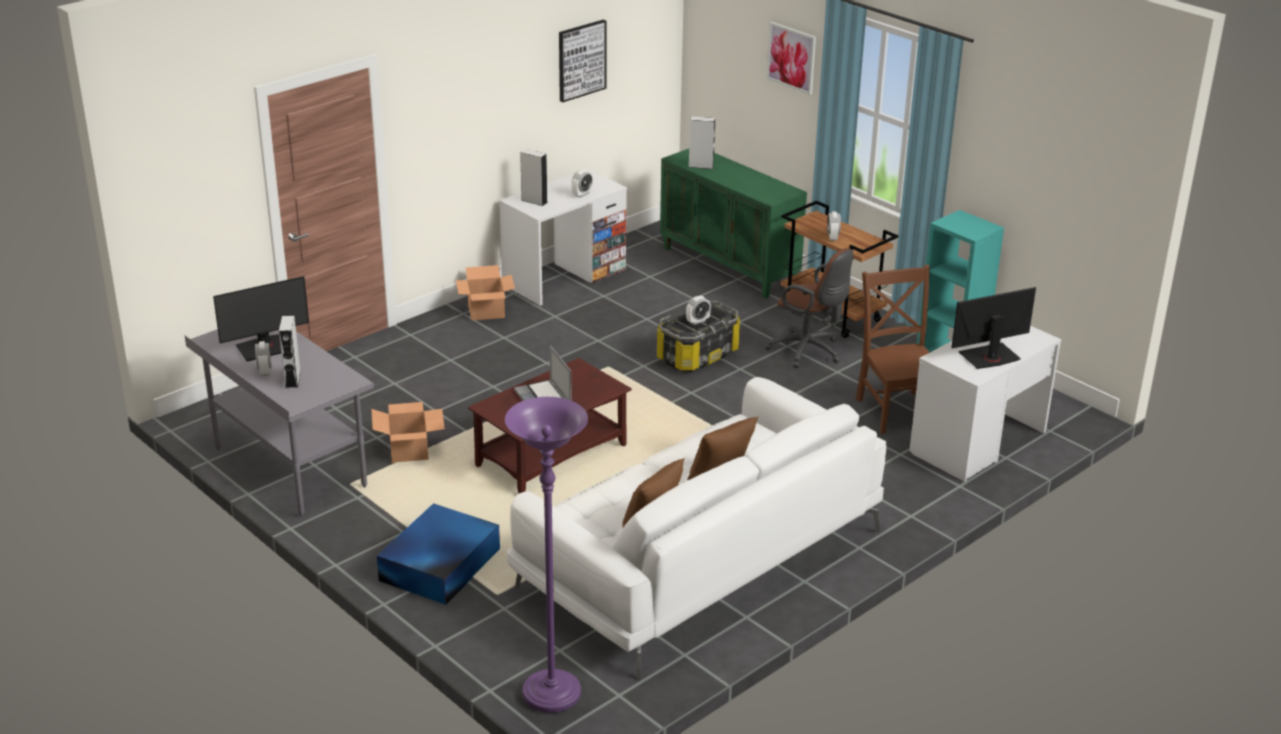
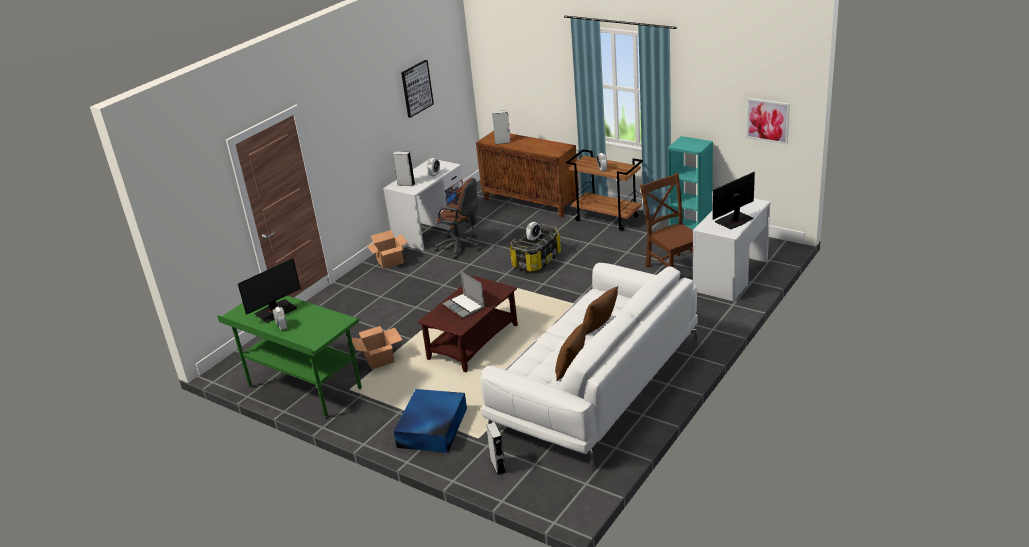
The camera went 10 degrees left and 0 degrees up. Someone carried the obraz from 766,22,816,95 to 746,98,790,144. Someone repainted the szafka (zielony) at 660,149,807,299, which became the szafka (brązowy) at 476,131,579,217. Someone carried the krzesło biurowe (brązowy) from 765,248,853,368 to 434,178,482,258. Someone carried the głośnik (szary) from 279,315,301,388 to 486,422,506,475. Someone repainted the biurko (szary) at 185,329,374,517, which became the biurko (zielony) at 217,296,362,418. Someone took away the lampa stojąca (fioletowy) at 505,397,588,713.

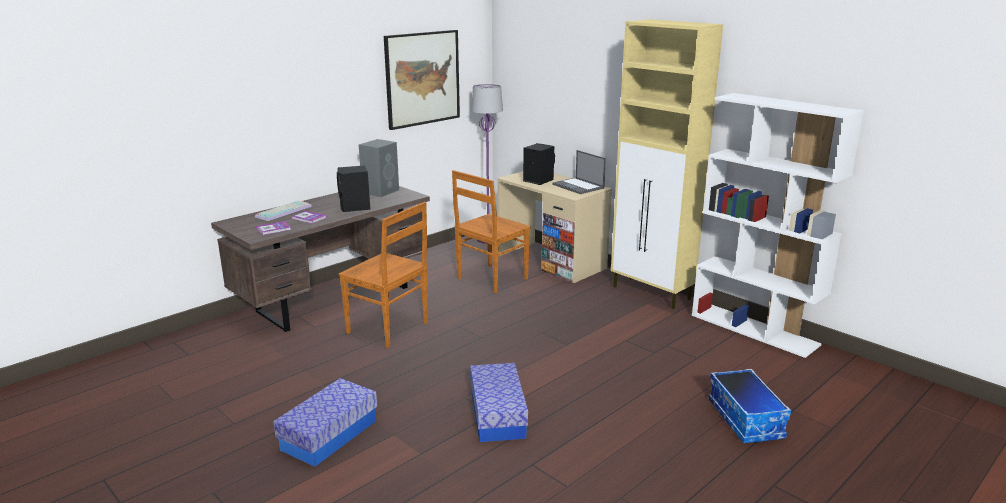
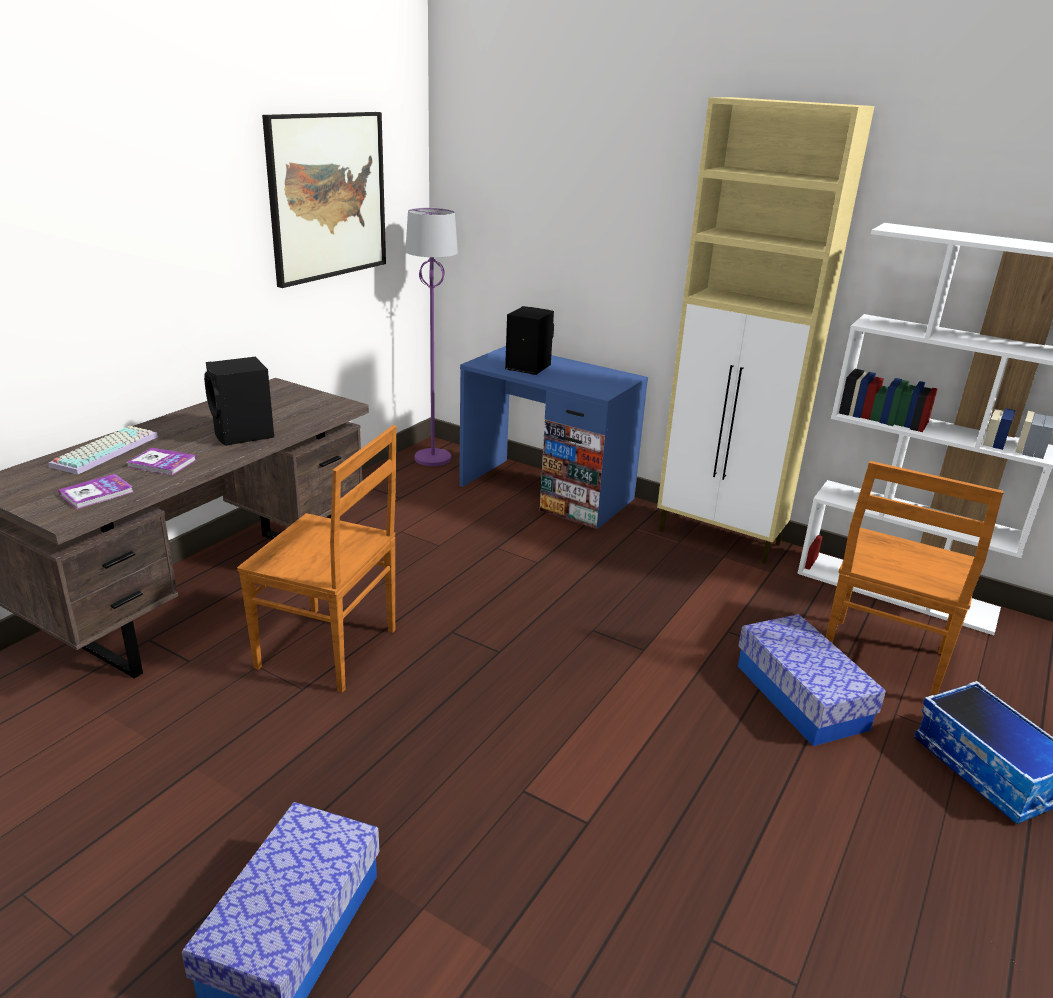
The camera went 15 degrees left and 5 degrees up. Someone took away the głośnik (szary) at 359,139,399,197. Someone took away the laptop at 552,150,606,194. Someone carried the krzesło (brązowy) from 452,170,531,294 to 826,461,1004,696. Someone repainted the biurko (beżowy) at 497,171,612,283, which became the biurko (niebieski) at 459,346,648,529. Someone carried the pojemnik do przechowywania from 470,363,528,442 to 738,614,886,746.

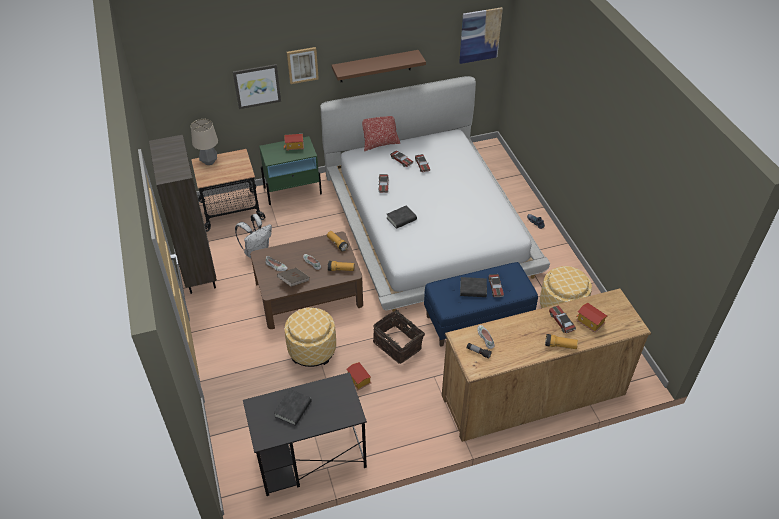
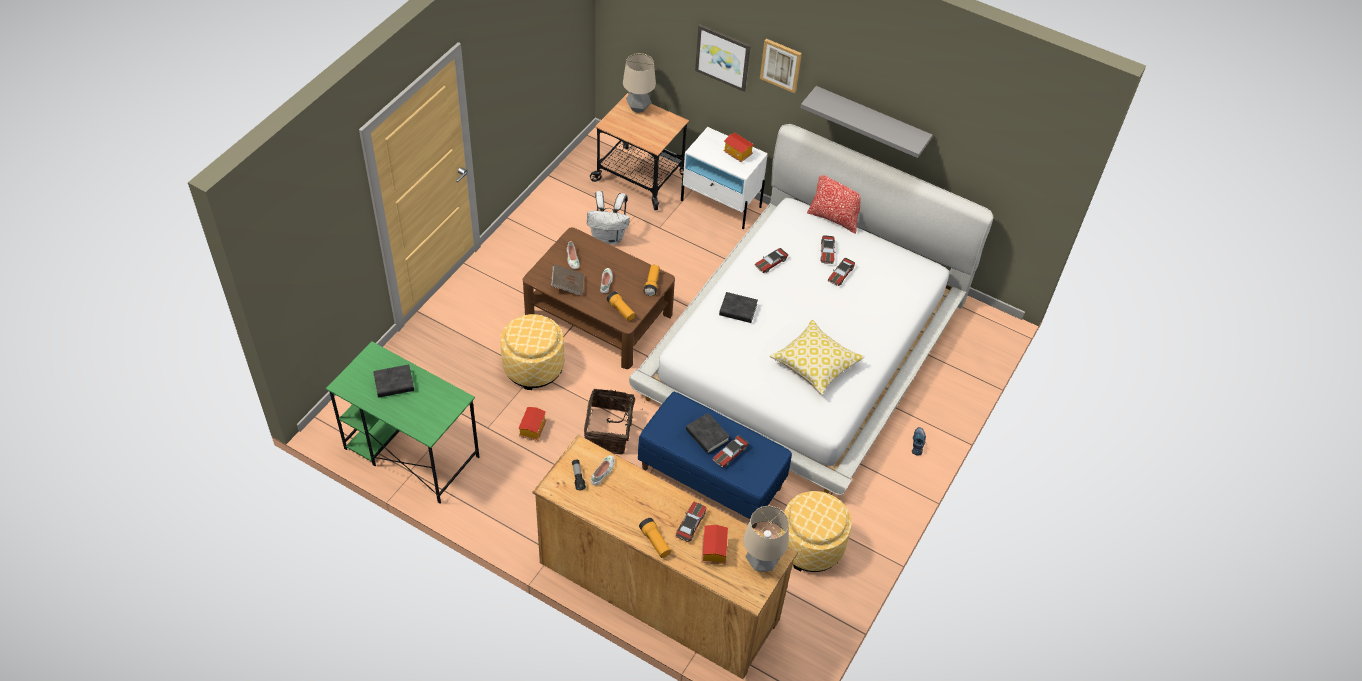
The camera went 45 degrees right and 5 degrees up. Someone took away the obraz at 459,7,503,64. Someone repainted the półka (brązowy) at 332,50,426,82, which became the półka (szary) at 801,86,932,158. Someone took away the regał (brązowy) at 149,135,217,294. Someone repainted the szafka nocna (zielony) at 259,136,322,205, which became the szafka nocna (biały) at 681,127,768,229. Someone repainted the biurko (czarny) at 243,372,367,496, which became the biurko (zielony) at 326,342,480,504. Someone put down the poduszka at 770,320,865,395. Someone put down the lampa stołowa at 743,506,789,572.

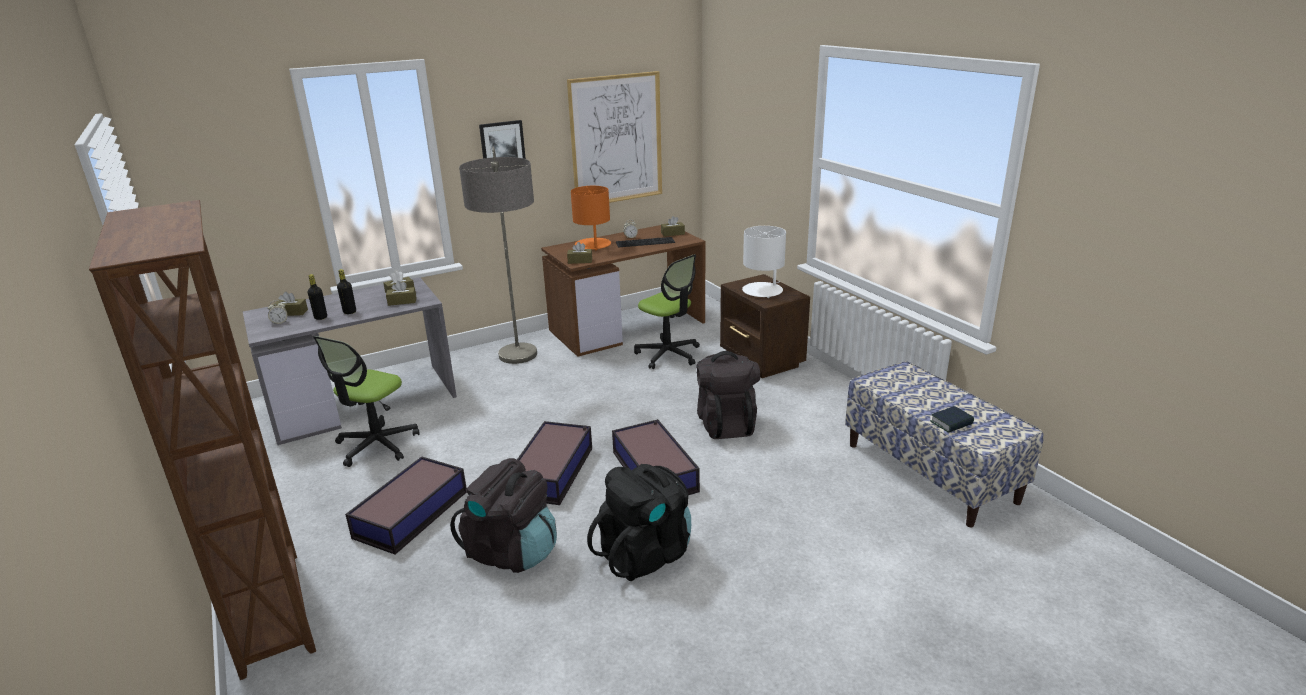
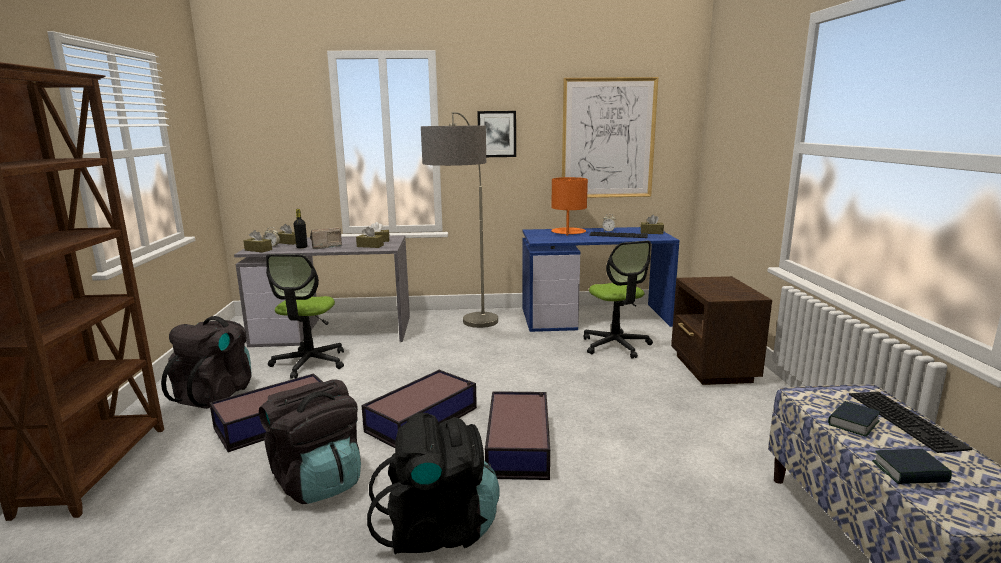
The camera went 25 degrees right and 10 degrees down. Someone repainted the biurko (brązowy) at 541,225,705,357, which became the biurko (niebieski) at 523,227,679,332. Someone took away the lampa stołowa (biały) at 742,226,786,298. Someone carried the pudełko chusteczek (brązowy) from 567,242,592,264 to 243,230,272,252. Someone swapped the butelka (czarny) at 337,269,356,314 for the radio at 310,228,343,249. Someone rotated the krzesło biurowe at 313,336,420,467 by 45 degrees counterclockwise. Someone carried the plecak (czarny) from 696,351,760,439 to 161,316,252,409. Someone put down the klawiatura at 849,391,972,453. Someone put down the książka at 828,401,880,437.

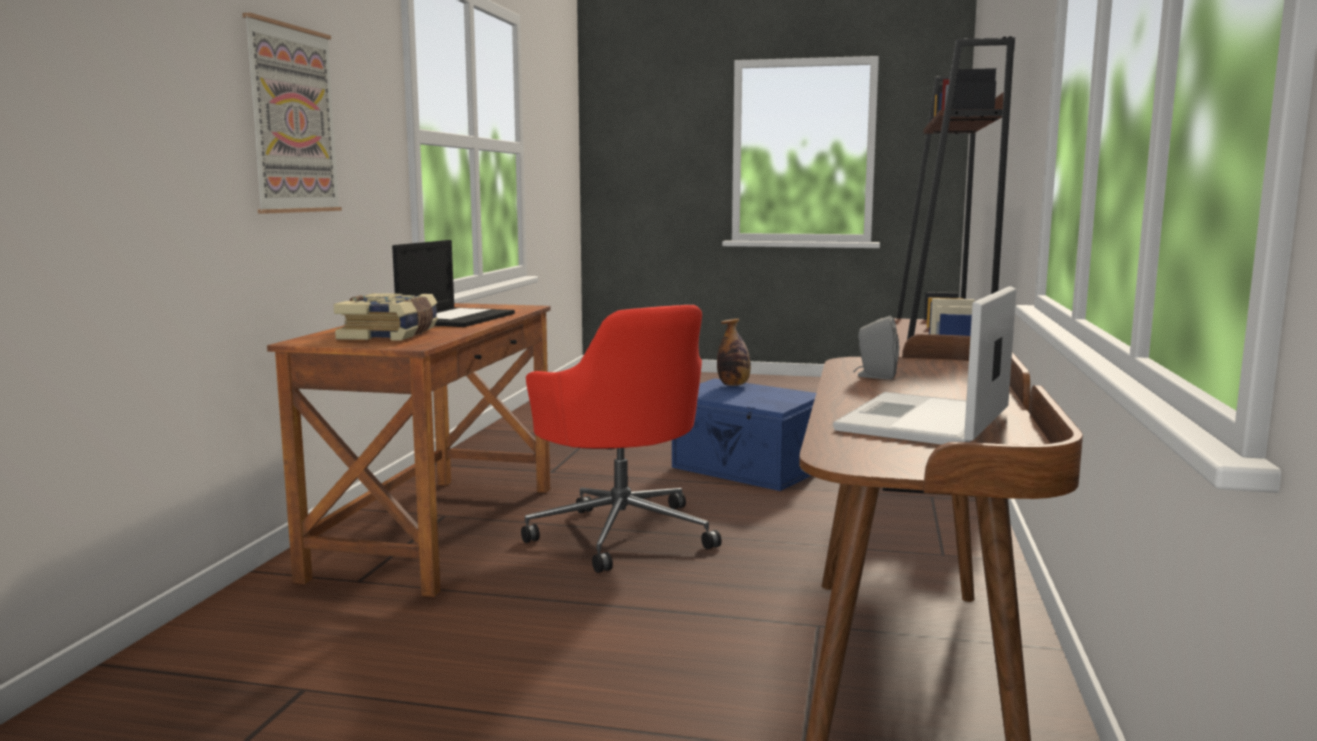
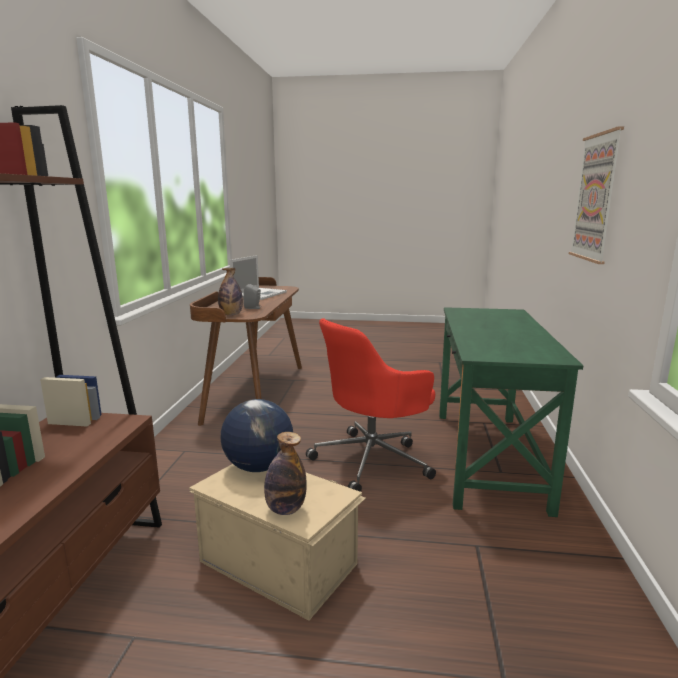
The camera went 175 degrees right and 5 degrees up. Someone took away the laptop at 392,240,515,327. Someone took away the książka at 334,293,438,341. Someone repainted the biurko (brązowy) at 267,303,550,597, which became the biurko (zielony) at 439,307,583,517. Someone rotated the krzesło biurowe (czerwony) at 521,305,722,573 by 90 degrees counterclockwise. Someone repainted the pojemnik do przechowywania (niebieski) at 672,378,816,491, which became the pojemnik do przechowywania (beżowy) at 189,464,366,621. Someone put down the butelka at 218,268,243,315. Someone put down the globus at 221,399,293,472.

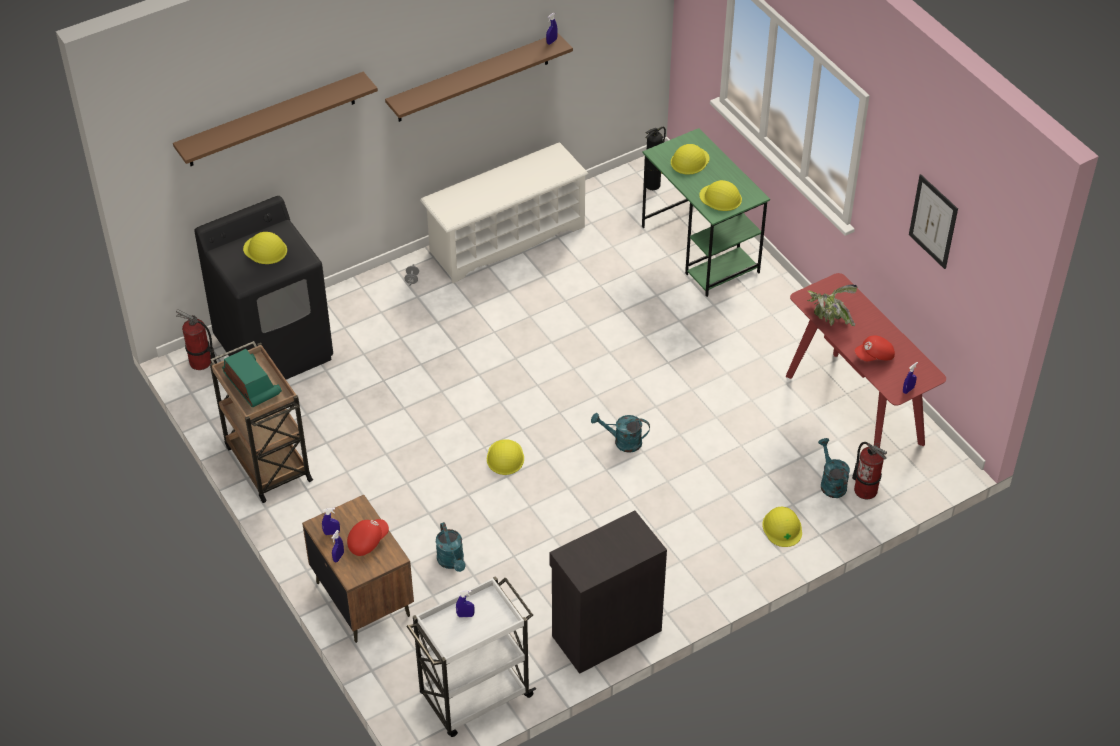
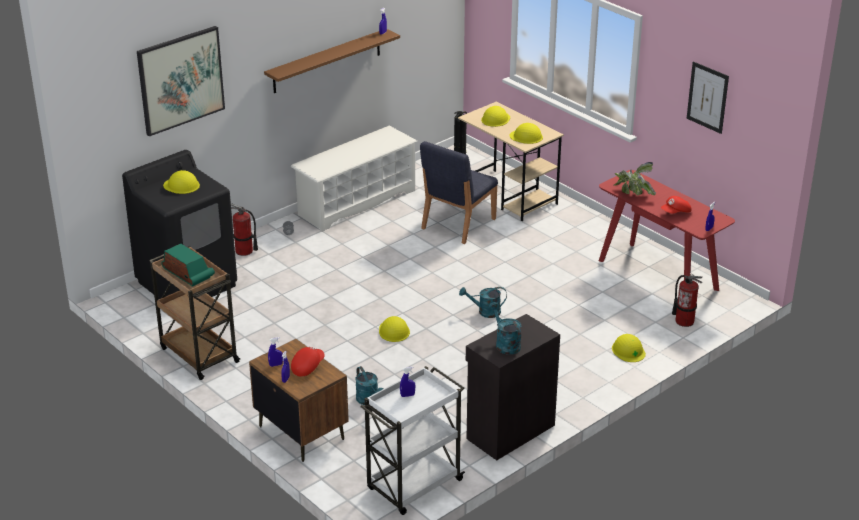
The camera went 10 degrees left and 15 degrees down. Someone swapped the półka (brązowy) at 173,72,378,166 for the obraz at 137,26,225,136. Someone repainted the biurko (zielony) at 642,128,770,297, which became the biurko (beżowy) at 458,102,564,221. Someone carried the gaśnica from 176,309,217,370 to 231,203,258,256. Someone carried the konewka (turkusowy) from 818,438,850,498 to 488,302,521,355. Someone put down the krzesło (niebieski) at 420,141,498,244.

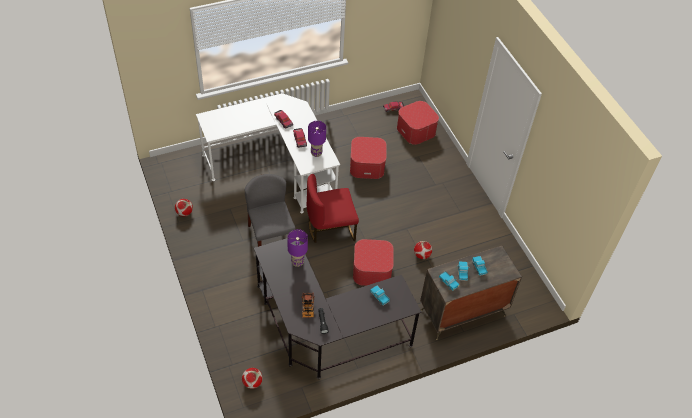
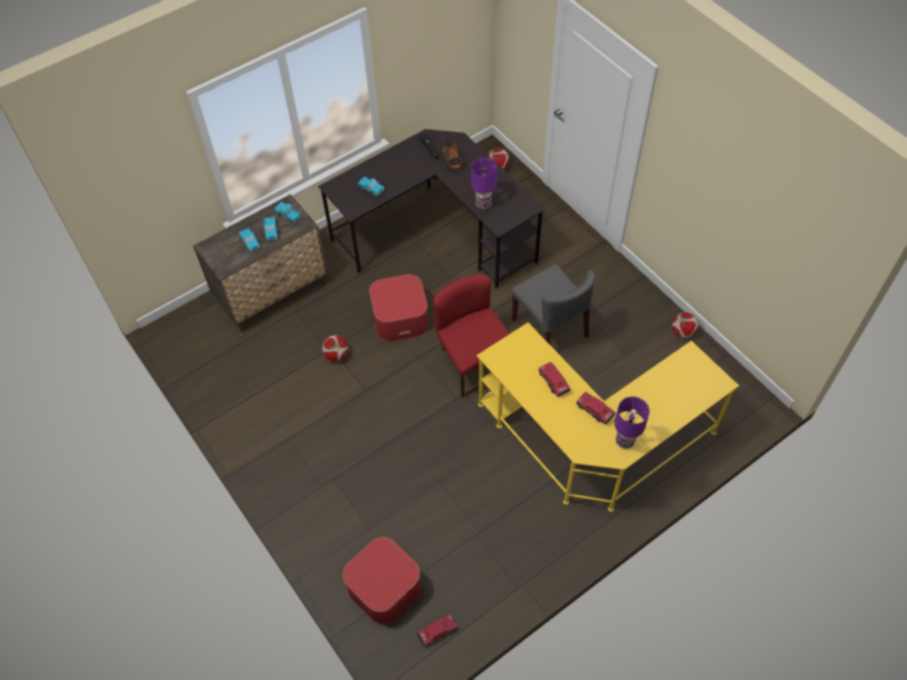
The camera went 170 degrees right and 5 degrees up. Someone repainted the biurko (biały) at 196,93,340,214, which became the biurko (żółty) at 477,323,739,512. Someone carried the lampa stołowa (fioletowy) from 308,121,326,157 to 614,397,650,449. Someone took away the pufa at 350,137,387,179. Someone rotated the krzesło (czerwony) at 307,174,359,243 by 90 degrees counterclockwise.

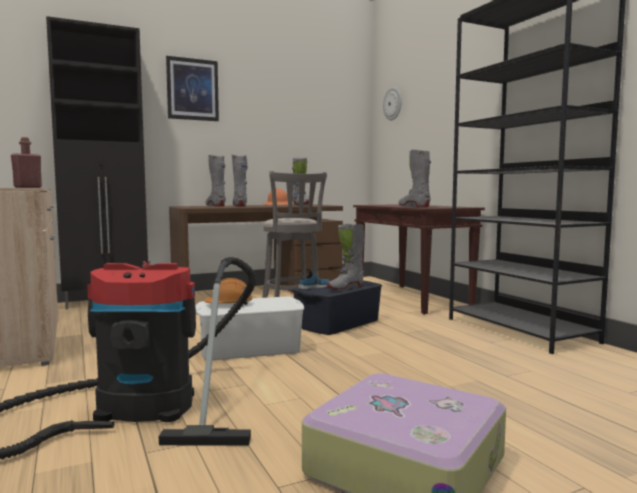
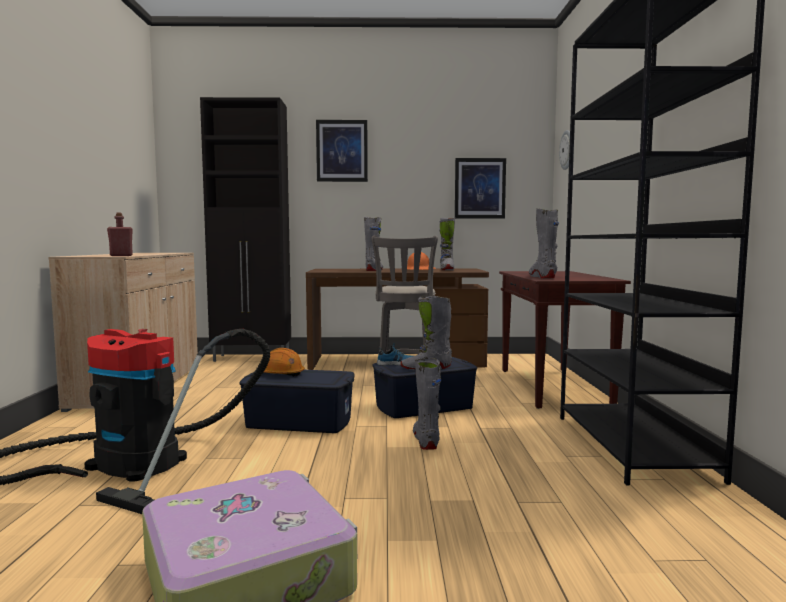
The camera went 25 degrees right and 0 degrees up. Someone carried the but z cholewką (szary) from 206,155,226,207 to 413,358,441,450. Someone repainted the pojemnik do przechowywania (biały) at 195,297,304,360, which became the pojemnik do przechowywania (niebieski) at 239,370,355,433. Someone put up the obraz at 455,158,506,219.

